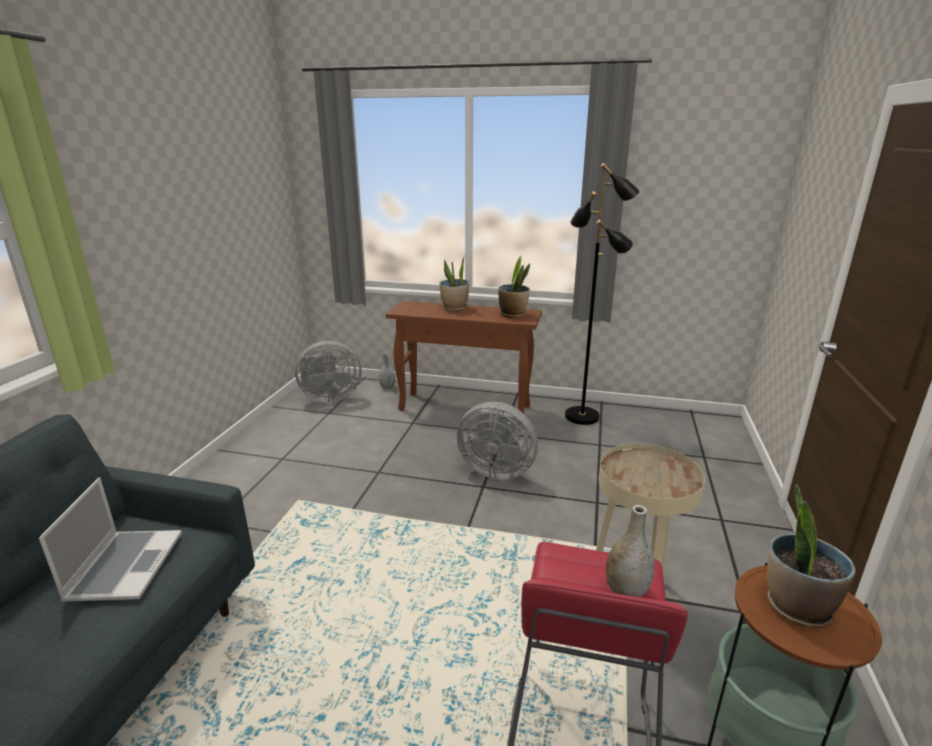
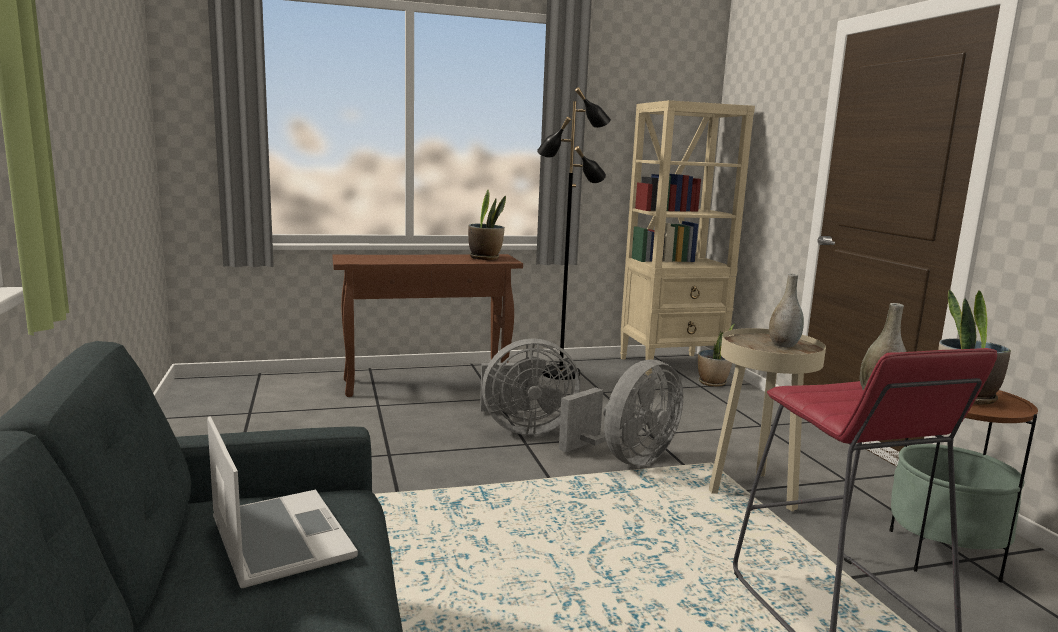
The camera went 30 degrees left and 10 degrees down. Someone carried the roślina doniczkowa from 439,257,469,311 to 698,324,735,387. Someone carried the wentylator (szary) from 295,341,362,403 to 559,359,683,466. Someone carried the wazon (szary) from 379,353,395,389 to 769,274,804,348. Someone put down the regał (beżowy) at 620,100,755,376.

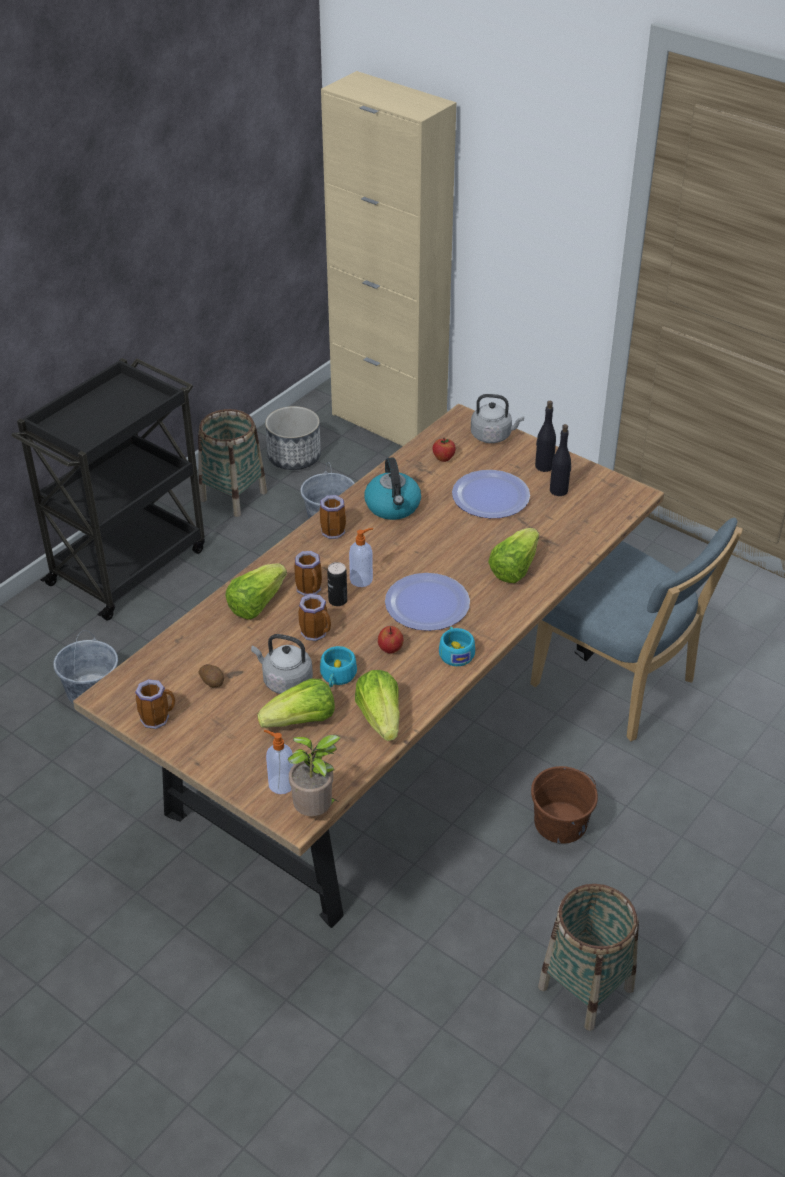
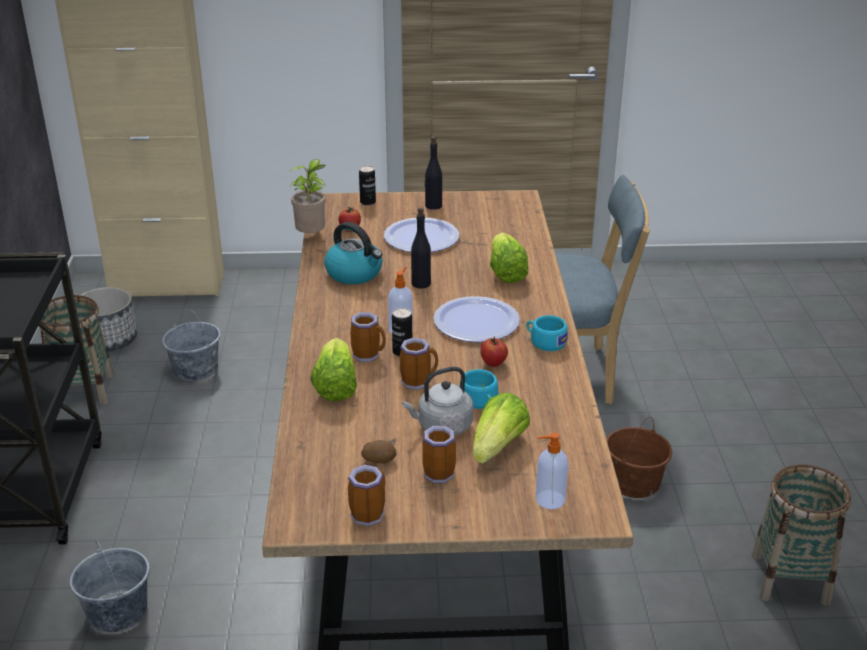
The camera went 40 degrees left and 10 degrees down. Someone swapped the czajnik (szary) at 471,394,524,443 for the puszka at 359,166,376,206. Someone carried the butelka (czarny) from 550,424,571,496 to 411,207,431,288. Someone carried the kubek from 320,495,346,539 to 422,426,456,483. Someone took away the sałata at 355,670,400,741. Someone carried the roślina doniczkowa from 288,735,340,816 to 290,159,326,233.

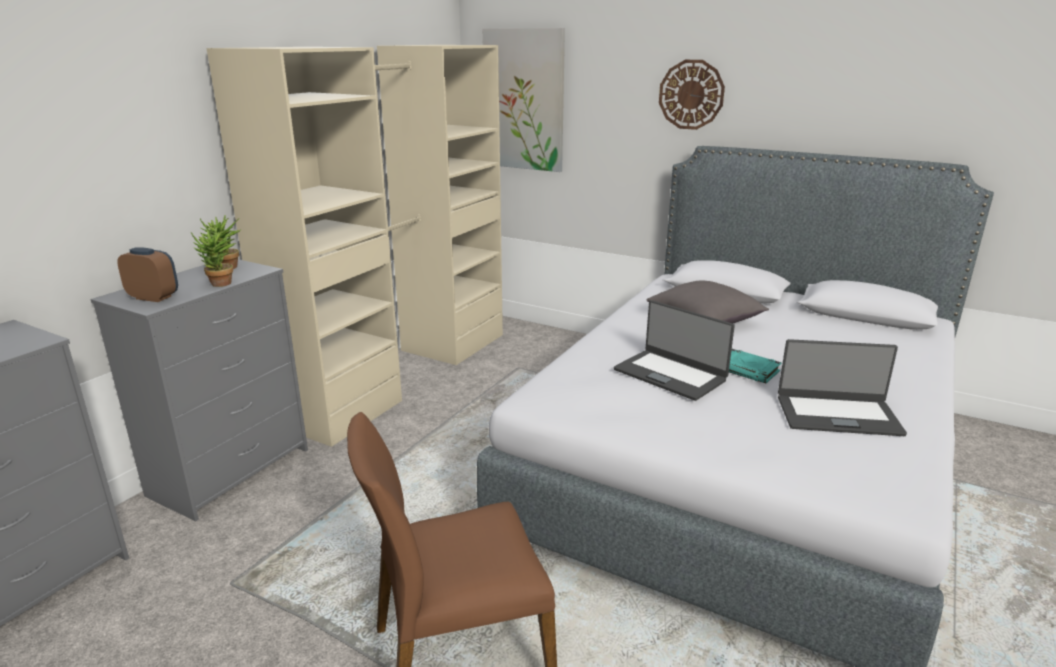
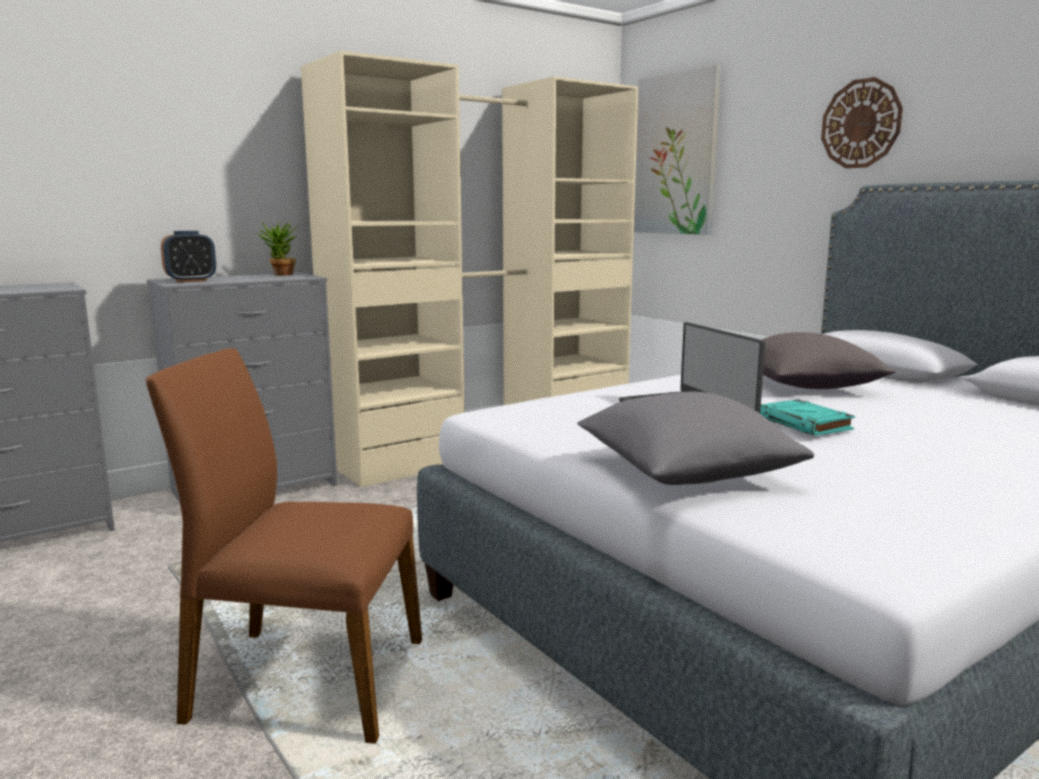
The camera went 25 degrees right and 10 degrees down. Someone took away the roślina doniczkowa at 191,227,236,287. Someone rotated the budzik at 117,247,178,302 by 105 degrees clockwise. Someone took away the laptop at 778,339,907,436. Someone put down the poduszka (szary) at 577,392,814,485.

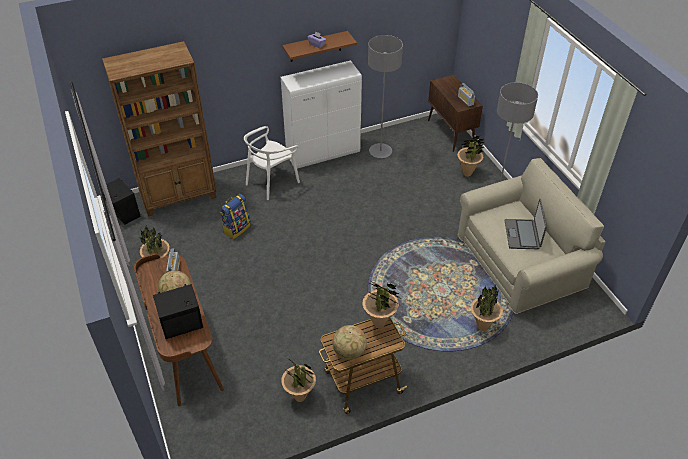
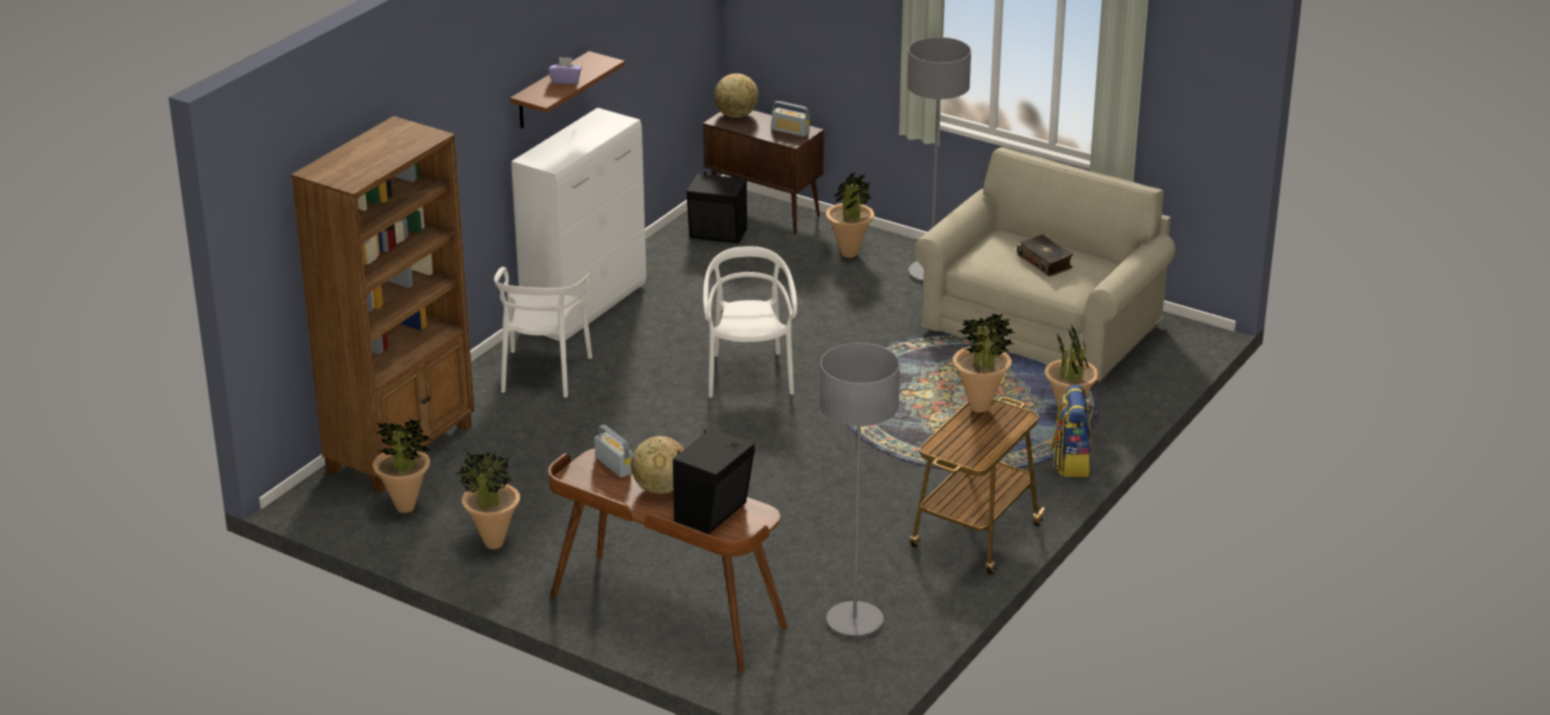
The camera went 35 degrees left and 15 degrees down. Someone carried the lampa stojąca (szary) from 368,35,403,158 to 820,343,900,636. Someone carried the głośnik (czarny) from 102,178,141,225 to 687,172,747,244. Someone carried the plecak from 220,194,251,239 to 1052,385,1093,477. Someone swapped the laptop at 505,199,547,249 for the książka at 1017,235,1073,276. Someone carried the globus from 332,325,367,360 to 714,73,759,118. Someone carried the roślina doniczkowa from 281,359,316,402 to 373,420,433,513. Someone put down the krzesło (biały) at 703,246,797,398.

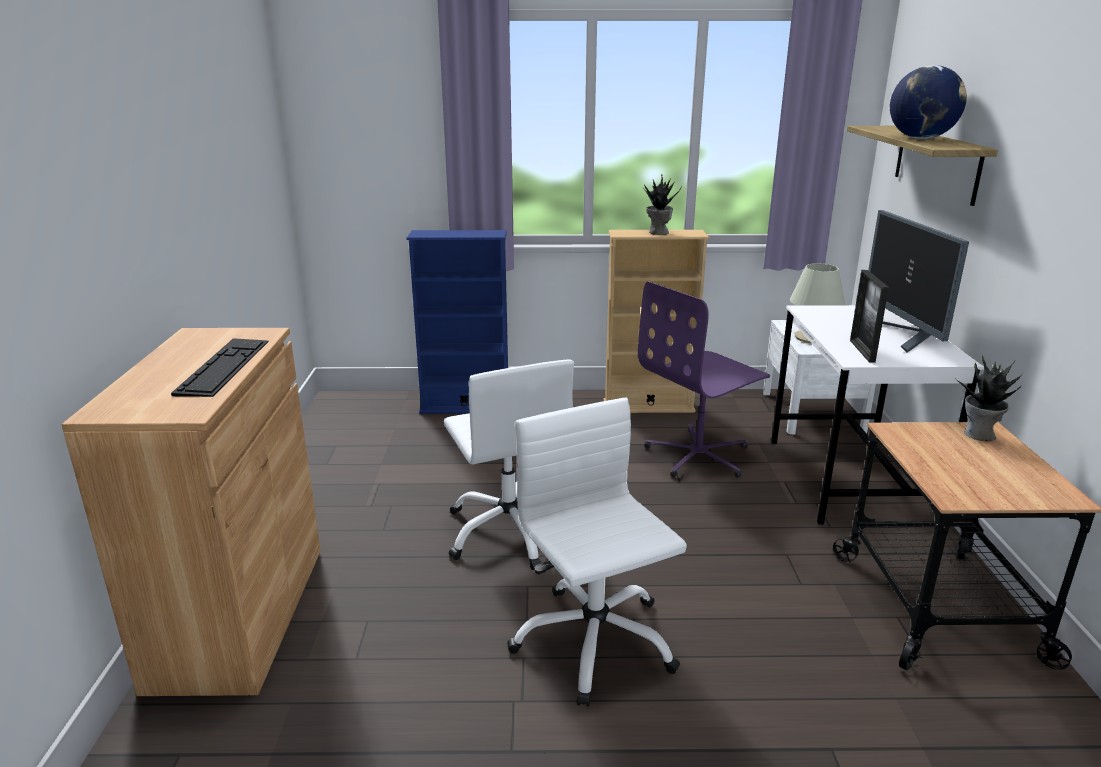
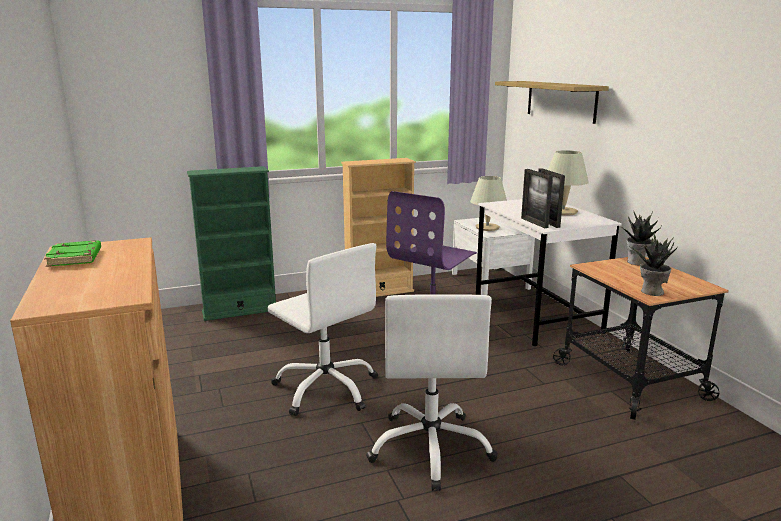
The camera went 20 degrees left and 5 degrees down. Someone took away the globus at 890,65,967,139. Someone carried the roślina doniczkowa from 643,174,682,235 to 634,232,677,296. Someone swapped the monitor at 868,210,969,353 for the lampa stołowa (beżowy) at 548,150,589,216. Someone repainted the regał (niebieski) at 406,230,508,414, which became the regał (zielony) at 187,166,276,321. Someone took away the klawiatura at 171,338,269,397. Someone rotated the krzesło biurowe (biały) at 507,397,687,707 by 135 degrees counterclockwise. Someone put down the ramka na zdjęcie at 521,169,553,228. Someone put down the książka (zielony) at 44,240,101,267.

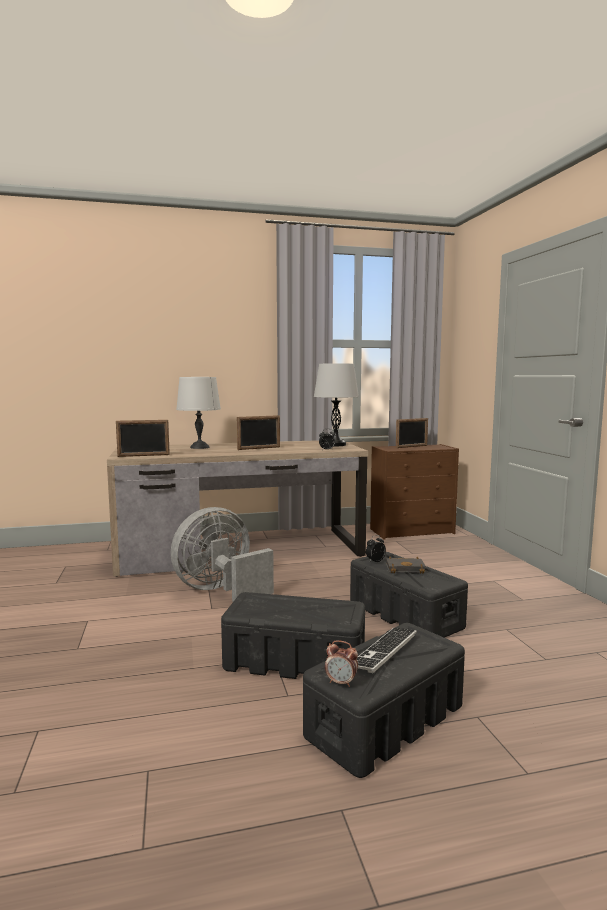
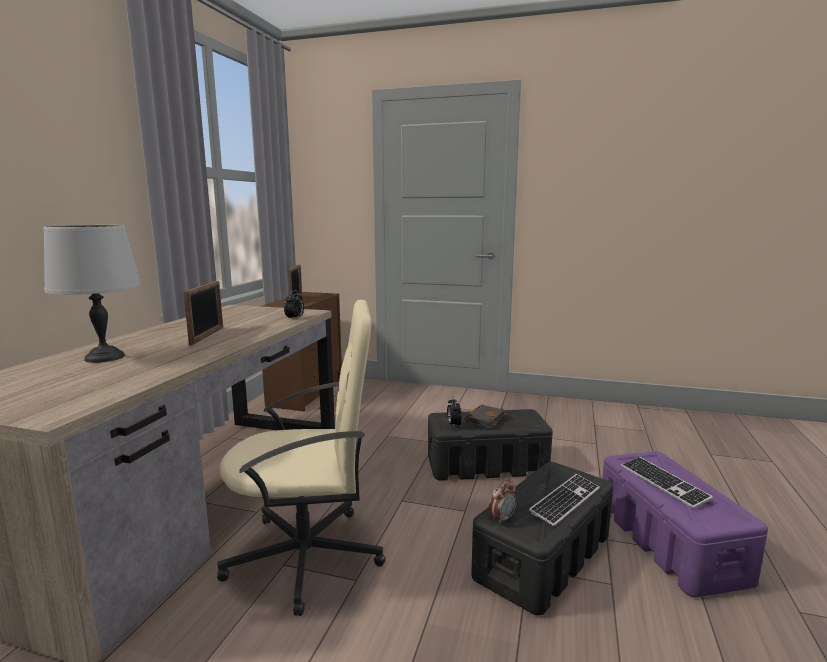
The camera went 60 degrees left and 5 degrees up. Someone took away the lampa stołowa (szary) at 314,363,359,446. Someone took away the ramka na zdjęcie at 116,420,170,457. Someone swapped the wentylator (szary) at 171,507,274,602 for the krzesło biurowe (beżowy) at 217,300,386,616. Someone repainted the pojemnik do przechowywania (czarny) at 303,623,465,778, which became the pojemnik do przechowywania (fioletowy) at 602,451,768,597. Someone carried the budzik from 325,640,358,687 to 489,479,517,524. Someone put down the klawiatura at 529,474,600,526.

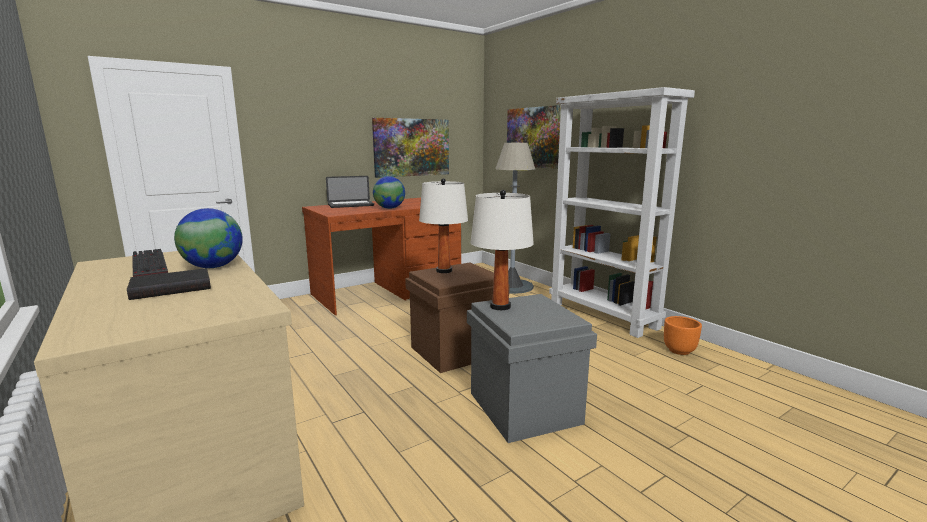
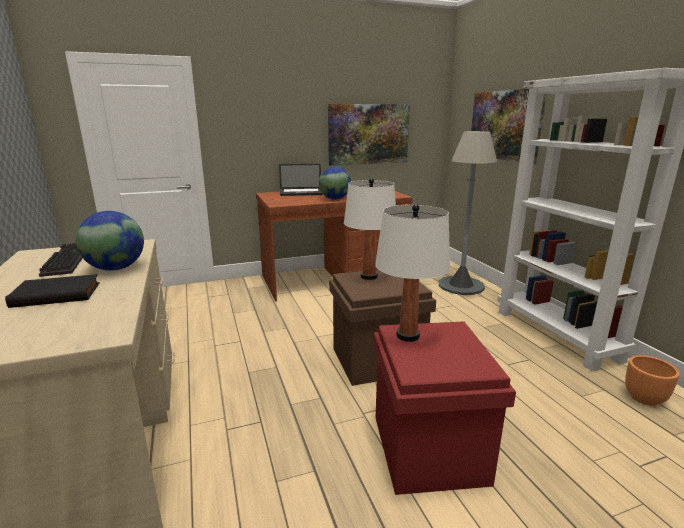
The camera went 15 degrees right and 5 degrees up. Someone repainted the pojemnik do przechowywania (szary) at 467,294,597,443, which became the pojemnik do przechowywania (czerwony) at 373,321,516,495.

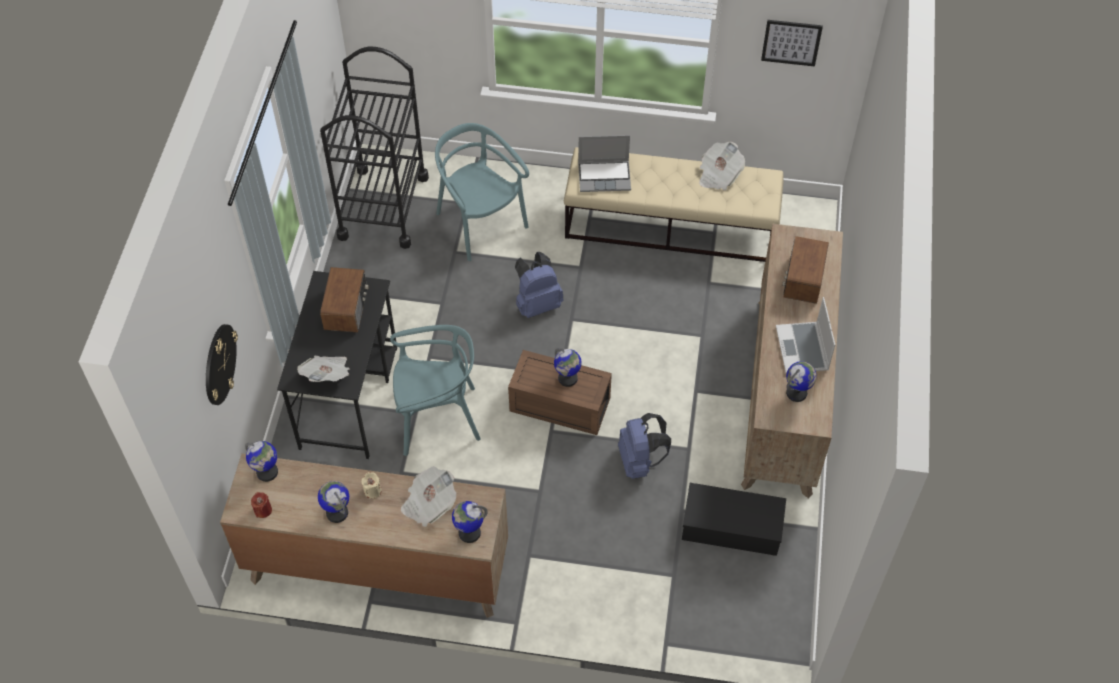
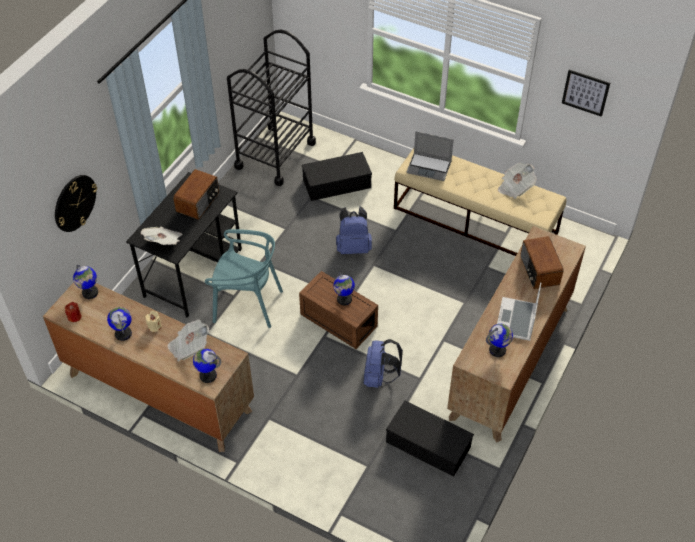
The camera went 20 degrees right and 5 degrees down. Someone swapped the krzesło (turkusowy) at 435,123,529,261 for the pojemnik do przechowywania (czarny) at 302,152,372,201. Someone rotated the radio at 782,236,829,304 by 45 degrees counterclockwise.

